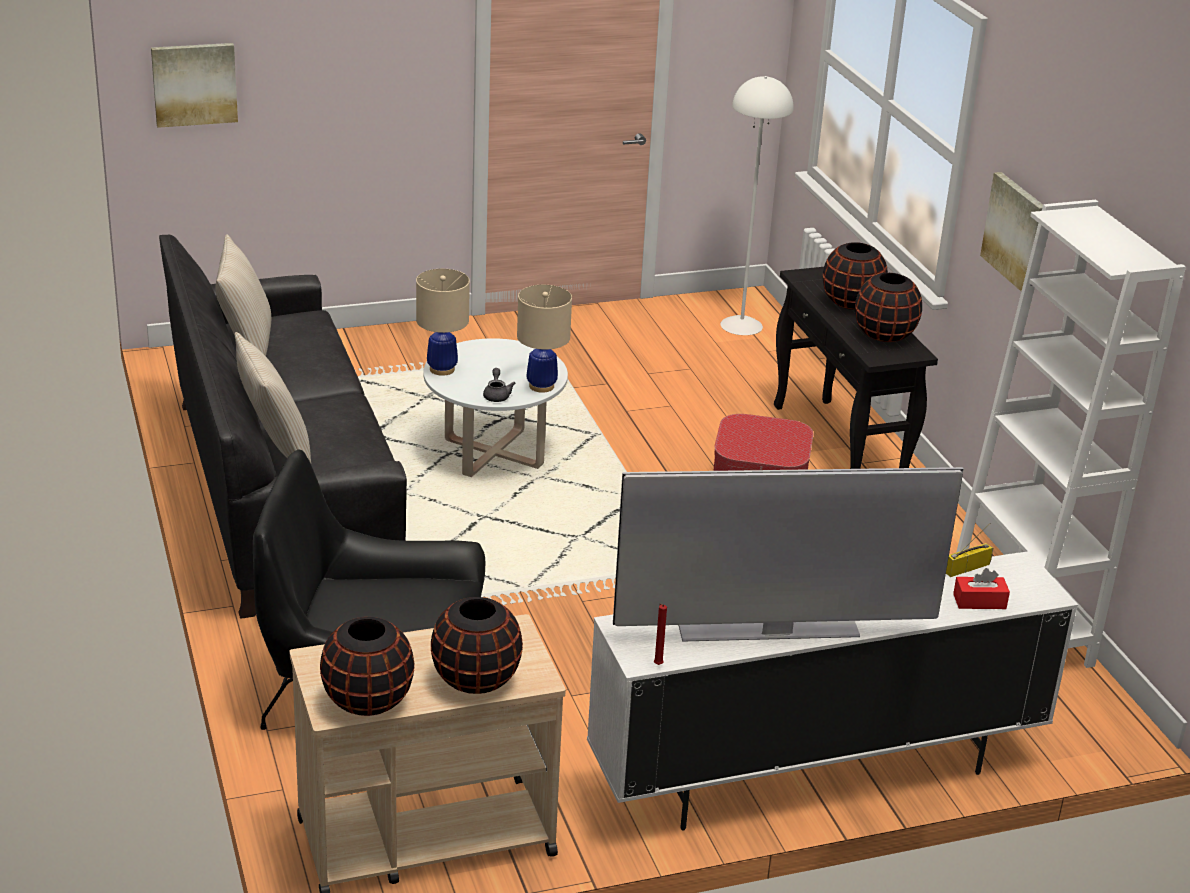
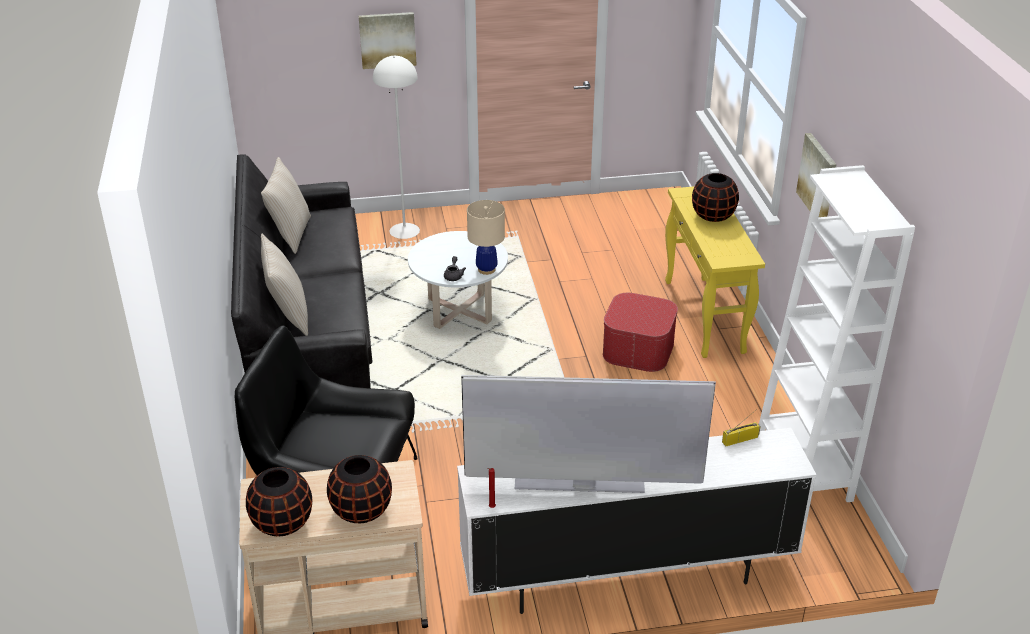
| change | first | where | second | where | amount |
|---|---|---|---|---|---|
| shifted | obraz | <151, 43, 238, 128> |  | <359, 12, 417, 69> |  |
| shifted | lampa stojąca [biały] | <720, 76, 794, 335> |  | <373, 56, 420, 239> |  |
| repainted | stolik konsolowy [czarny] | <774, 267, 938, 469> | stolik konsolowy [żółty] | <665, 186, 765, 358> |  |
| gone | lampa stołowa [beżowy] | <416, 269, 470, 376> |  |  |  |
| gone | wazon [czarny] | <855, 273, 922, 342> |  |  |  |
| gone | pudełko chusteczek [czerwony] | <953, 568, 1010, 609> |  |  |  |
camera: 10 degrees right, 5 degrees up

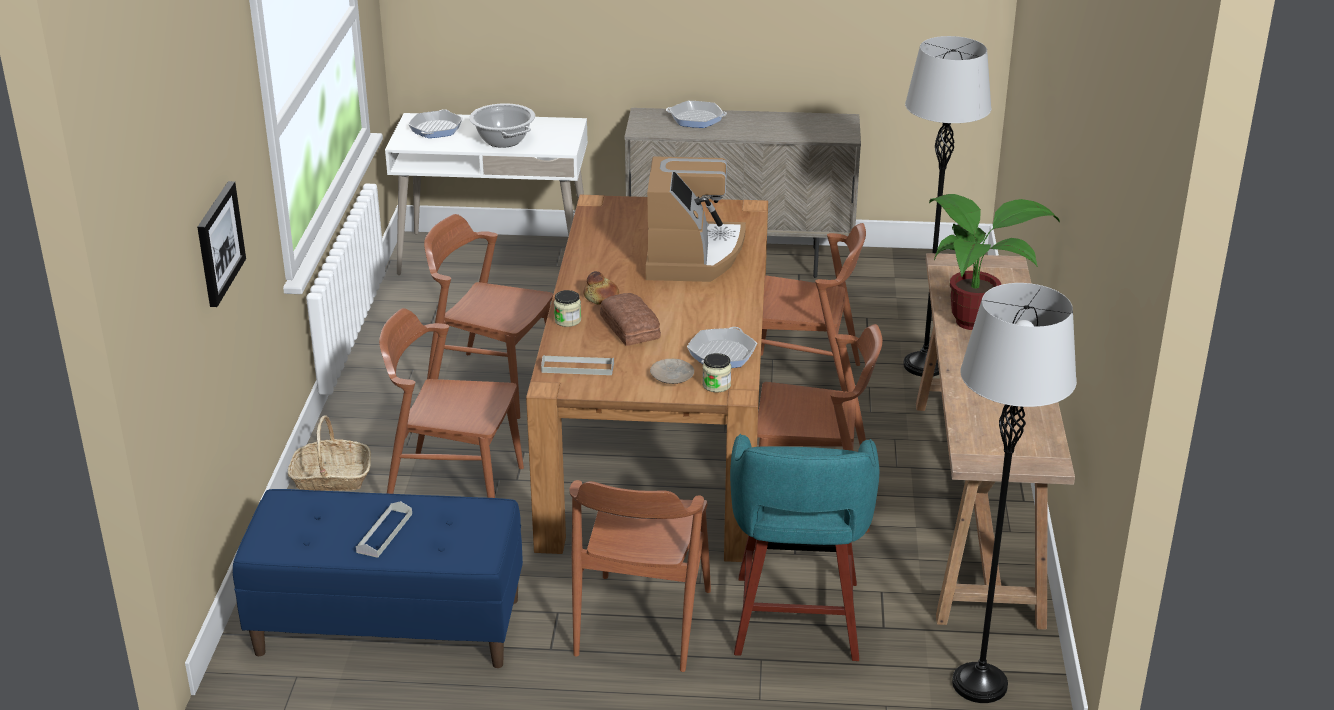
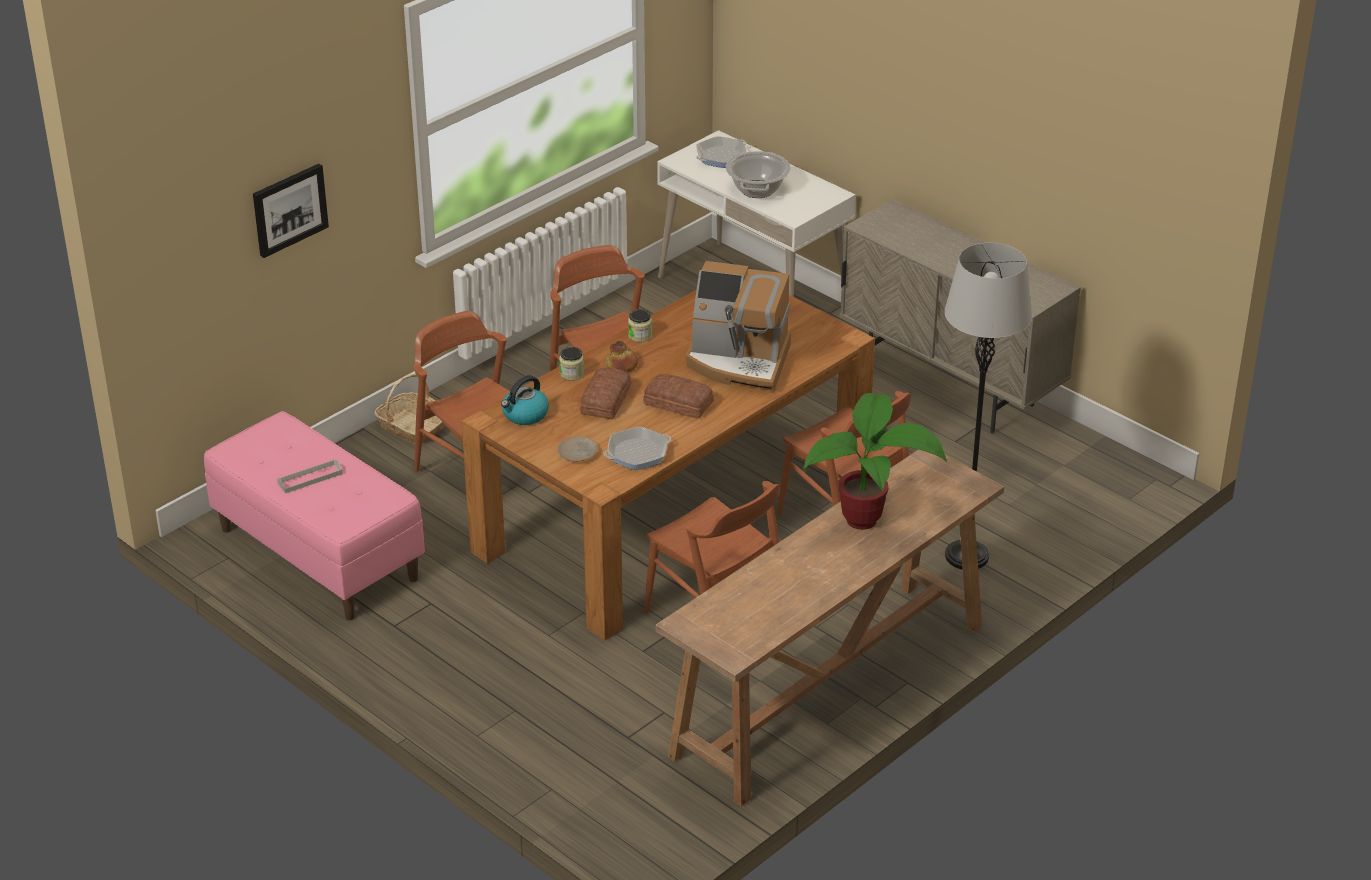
| change | first | where | second | where | amount |
|---|---|---|---|---|---|
| repainted | ławka [niebieski] | <233, 489, 523, 668> | ławka [różowy] | <204, 411, 425, 620> |  |
| swapped | taca [szary] | <541, 355, 614, 375> | czajnik | <501, 375, 549, 425> |  |
| shifted | słoik | <702, 353, 731, 392> |  | <628, 309, 652, 342> |  |
| new |  |  | chleb | <643, 374, 714, 419> |  |
| rotated | ekspres do kawy | <646, 156, 746, 282> |  | <686, 261, 791, 393> | 60 degrees clockwise |
| gone | krzesło [brązowy] | <569, 480, 711, 672> |  |  |  |
| gone | patelnia | <666, 101, 727, 128> |  |  |  |
| gone | stołek [turkusowy] | <730, 434, 879, 661> |  |  |  |
| gone | lampa stojąca [szary] | <952, 283, 1077, 703> |  |  |  |
camera: 40 degrees right, 5 degrees up

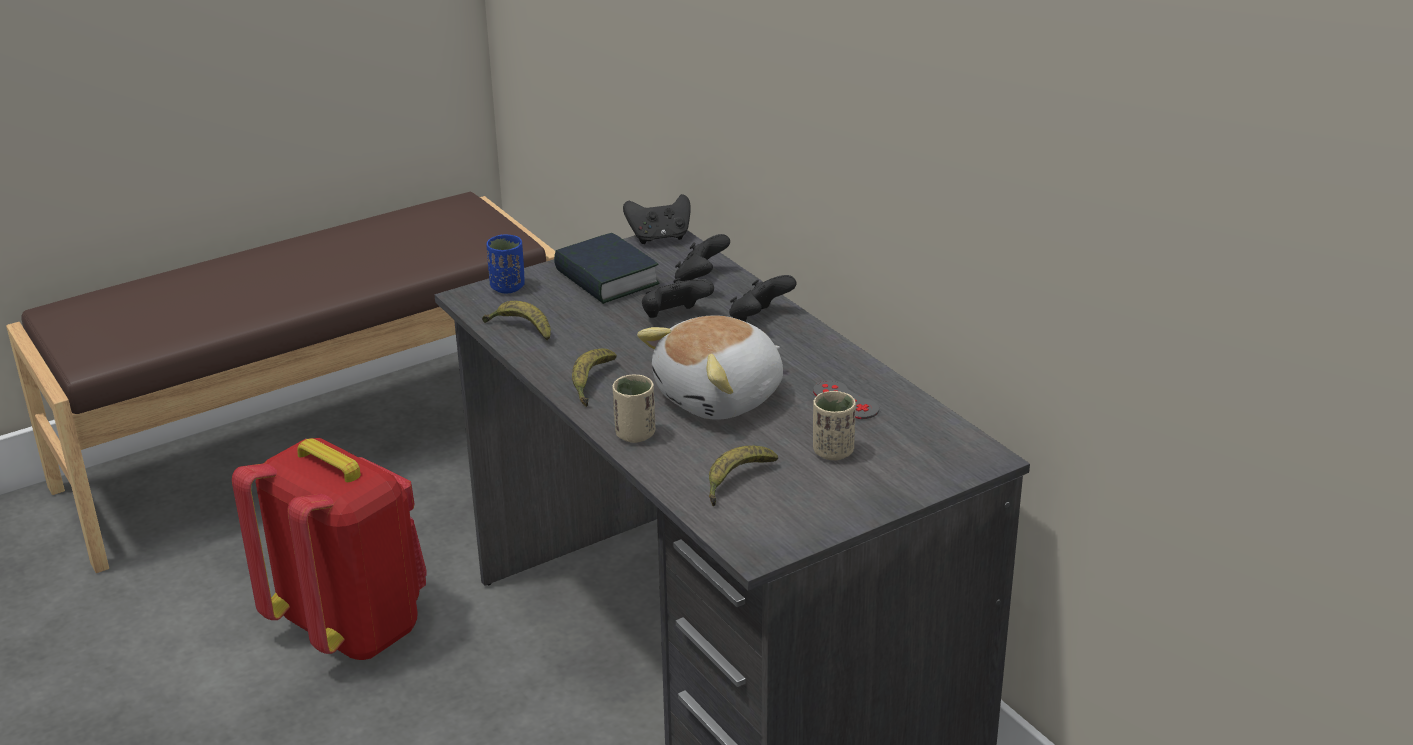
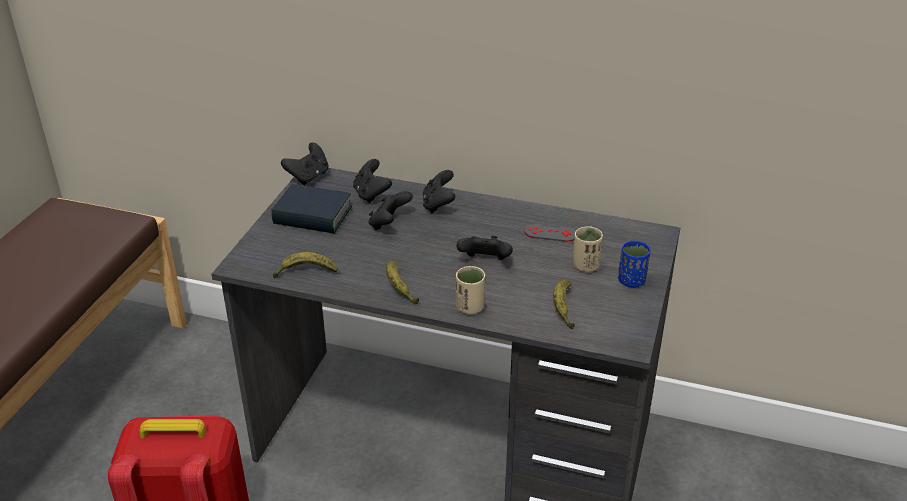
| change | first | where | second | where | amount |
|---|---|---|---|---|---|
| swapped | pluszak | <637, 315, 783, 420> | pad do gier [czarny] | <456, 236, 513, 260> |  |
| shifted | filiżanka [niebieski] | <486, 234, 525, 293> |  | <618, 241, 651, 288> |  |
camera: 40 degrees left, 5 degrees up

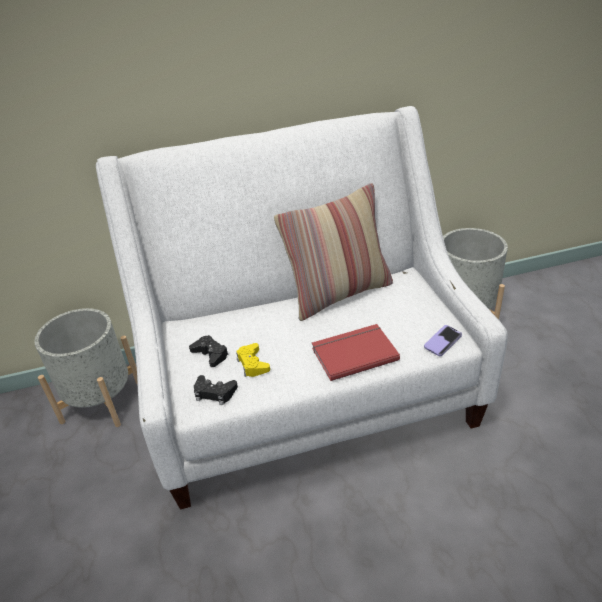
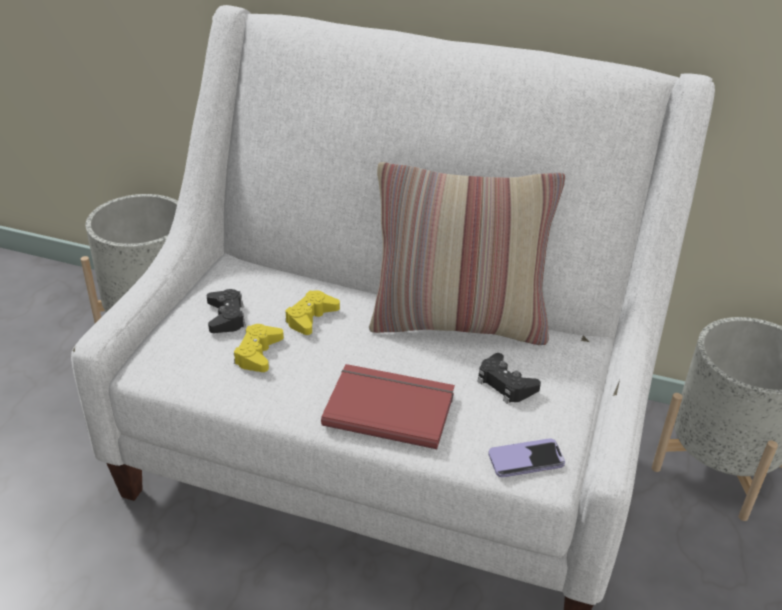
| change | first | where | second | where | amount |
|---|---|---|---|---|---|
| new |  |  | pad do gier [żółty] | <285, 290, 340, 335> |  |
| shifted | pad do gier [czarny] | <194, 375, 238, 405> |  | <477, 353, 541, 404> |  |
camera: 30 degrees right, 0 degrees up

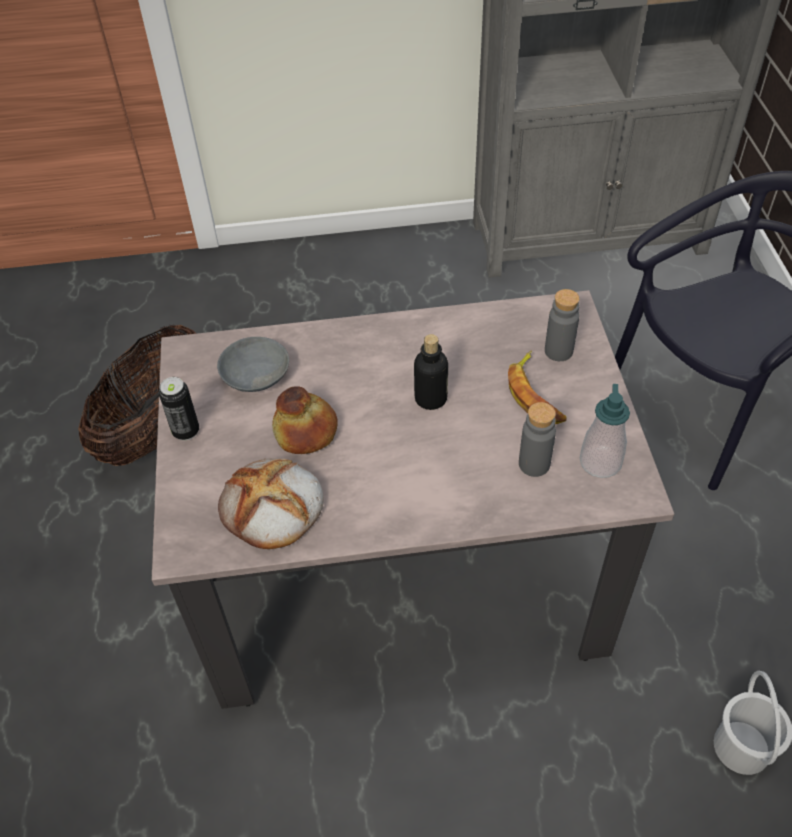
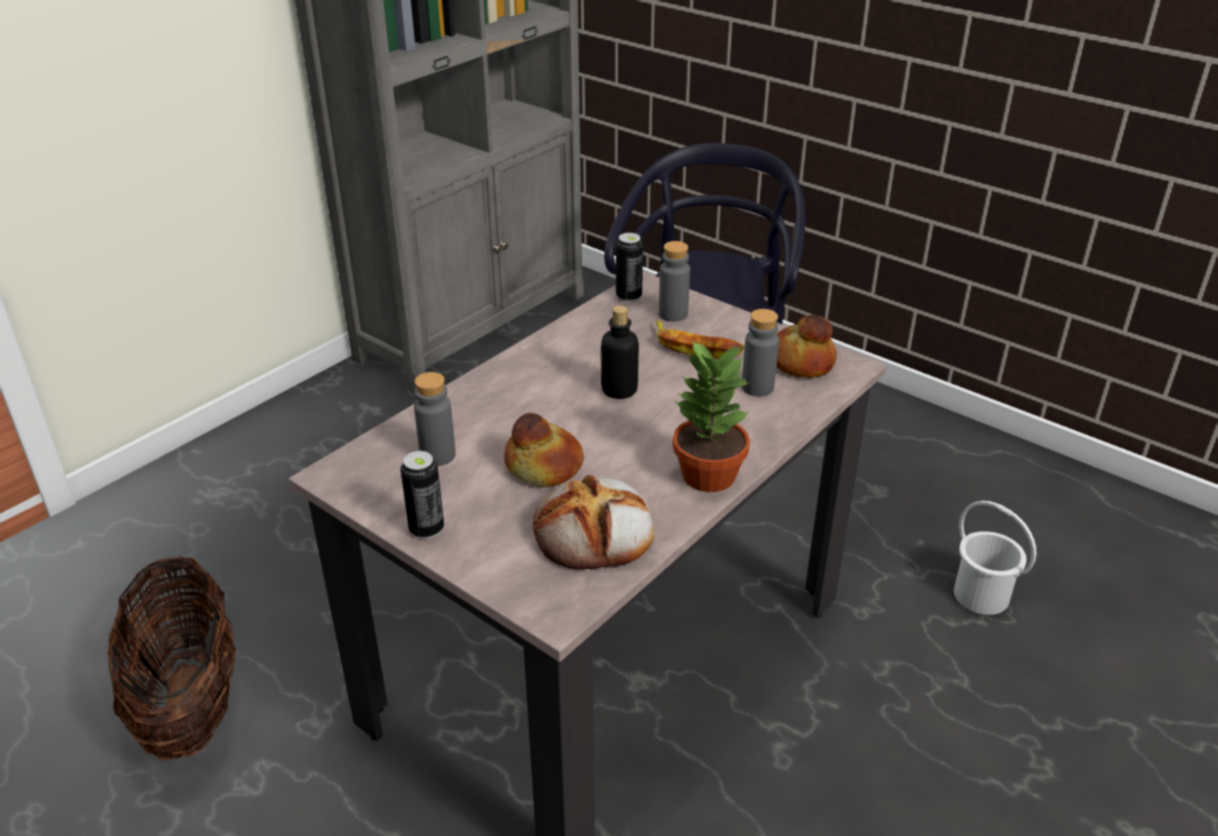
| change | first | where | second | where | amount |
|---|---|---|---|---|---|
| swapped | miska [szary] | <217, 337, 289, 392> | butelka [szary] | <414, 372, 455, 466> |  |
| new |  |  | puszka | <616, 233, 643, 302> |  |
| new |  |  | roślina doniczkowa | <673, 340, 750, 492> |  |
| swapped | dozownik mydła | <580, 384, 630, 478> | chleb | <776, 315, 837, 378> |  |
camera: 45 degrees left, 15 degrees down

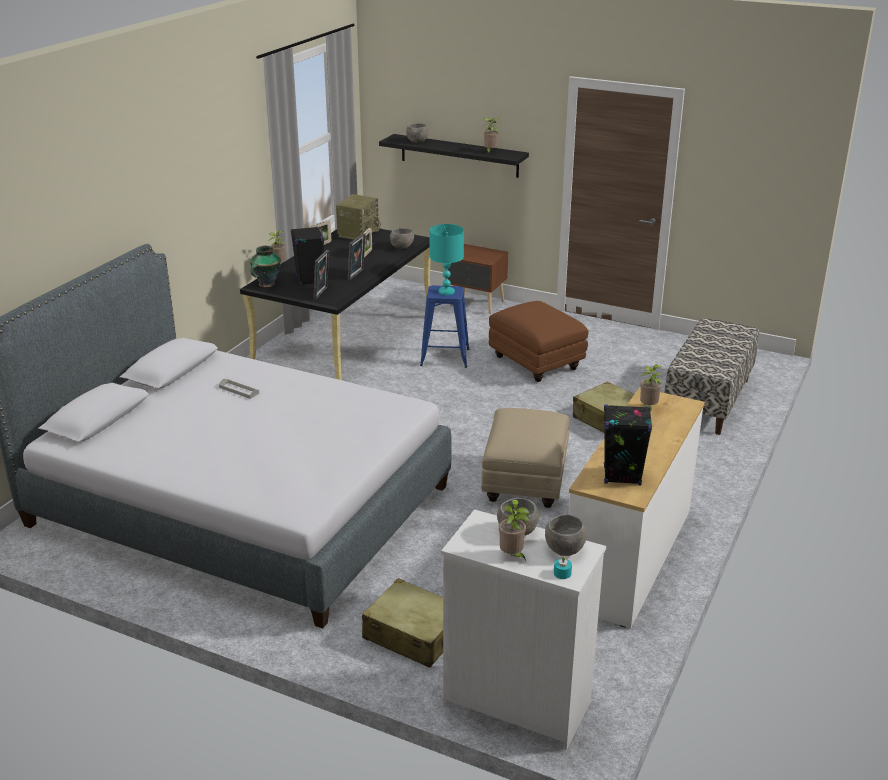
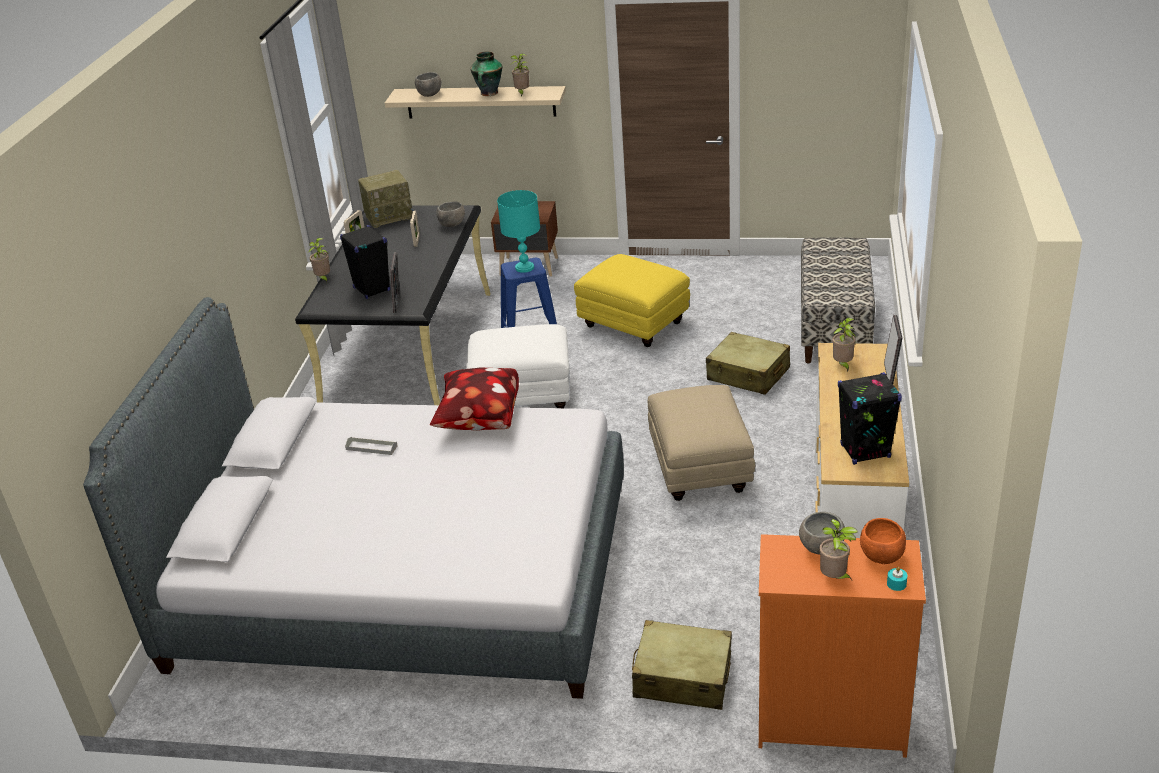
| change | first | where | second | where | amount |
|---|---|---|---|---|---|
| rotated | radio | <336, 194, 381, 240> |  | <358, 170, 414, 228> | 60 degrees clockwise |
| repainted | półka [czarny] | <379, 134, 529, 178> | półka [beżowy] | <385, 86, 566, 119> |  |
| new |  |  | poduszka | <430, 367, 519, 431> |  |
| new |  |  | pufa [biały] | <466, 324, 569, 408> |  |
| shifted | wazon | <250, 246, 281, 287> |  | <470, 51, 502, 96> |  |
| repainted | pufa [brązowy] | <489, 301, 588, 382> | pufa [żółty] | <574, 254, 690, 347> |  |
| repainted | komoda [biały] | <441, 509, 606, 750> | komoda [pomarańczowy] | <759, 534, 926, 758> |  |
| repainted | miska [szary] | <545, 514, 587, 556> | miska [pomarańczowy] | <860, 518, 906, 564> |  |
| shifted | ramka na zdjęcie | <348, 233, 366, 280> |  | <884, 315, 903, 384> |  |
camera: 15 degrees left, 5 degrees up

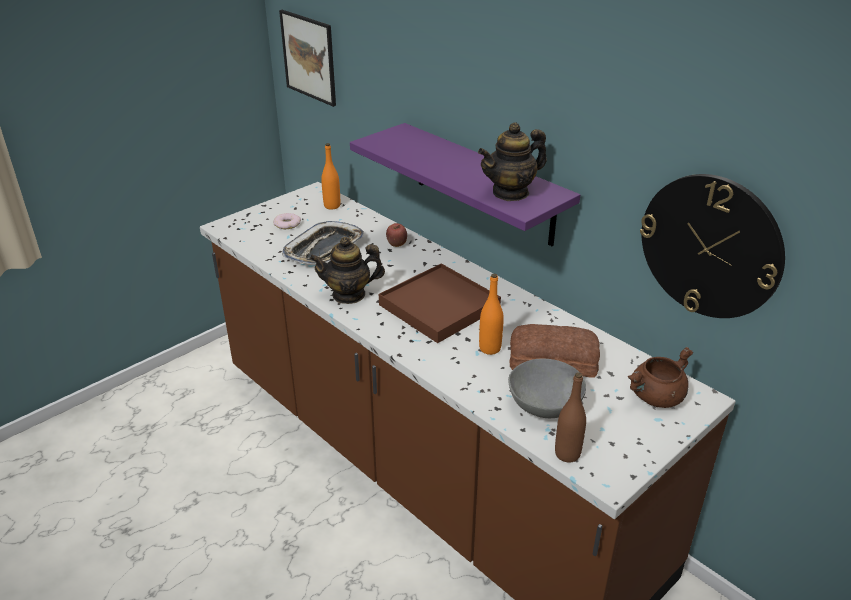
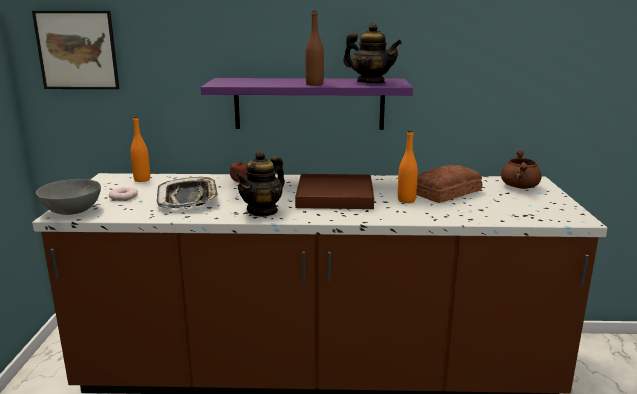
| change | first | where | second | where | amount |
|---|---|---|---|---|---|
| shifted | miska [szary] | <508, 359, 586, 418> |  | <36, 179, 101, 215> |  |
| shifted | butelka [brązowy] | <555, 372, 586, 462> |  | <305, 10, 324, 86> |  |
| rotated | imbryk | <478, 122, 547, 201> |  | <343, 23, 402, 83> | 75 degrees counterclockwise |
| gone | zegar ścienny | <640, 174, 785, 318> |  |  |  |
camera: 45 degrees left, 15 degrees down

